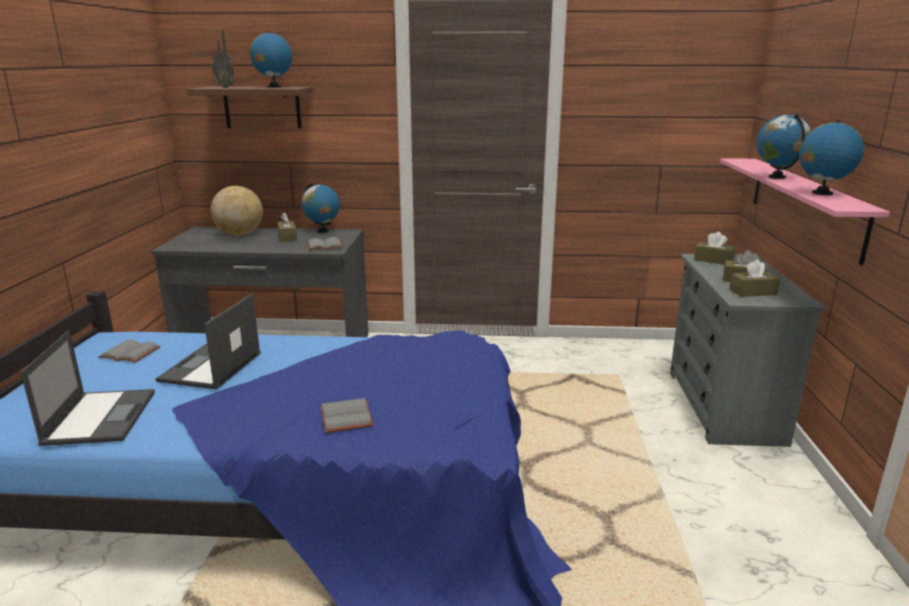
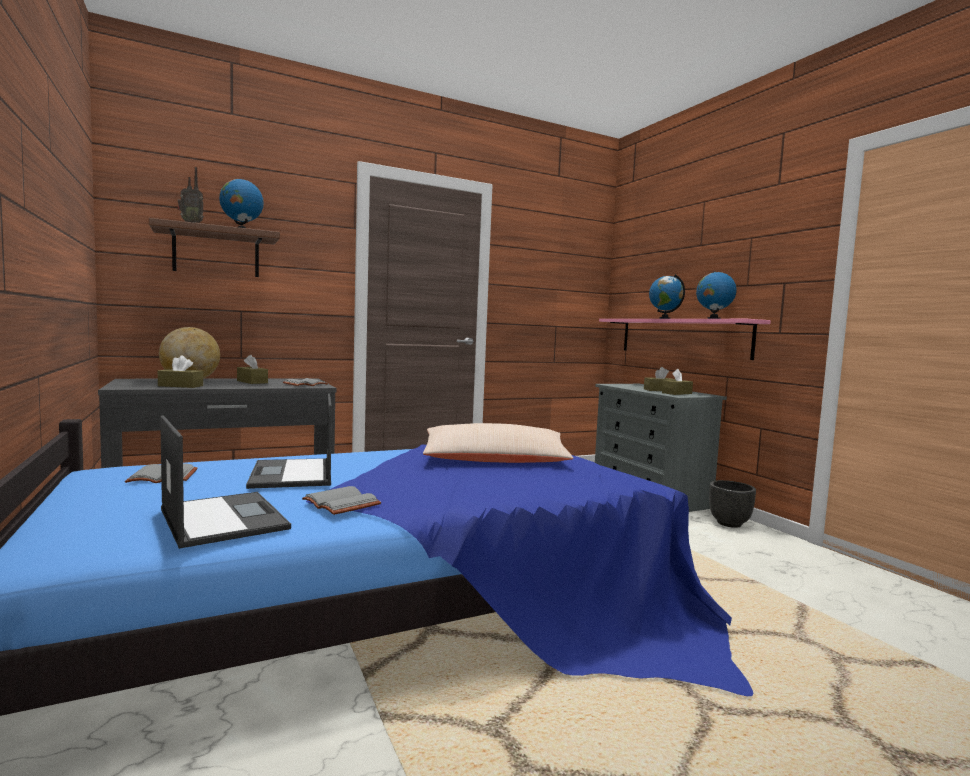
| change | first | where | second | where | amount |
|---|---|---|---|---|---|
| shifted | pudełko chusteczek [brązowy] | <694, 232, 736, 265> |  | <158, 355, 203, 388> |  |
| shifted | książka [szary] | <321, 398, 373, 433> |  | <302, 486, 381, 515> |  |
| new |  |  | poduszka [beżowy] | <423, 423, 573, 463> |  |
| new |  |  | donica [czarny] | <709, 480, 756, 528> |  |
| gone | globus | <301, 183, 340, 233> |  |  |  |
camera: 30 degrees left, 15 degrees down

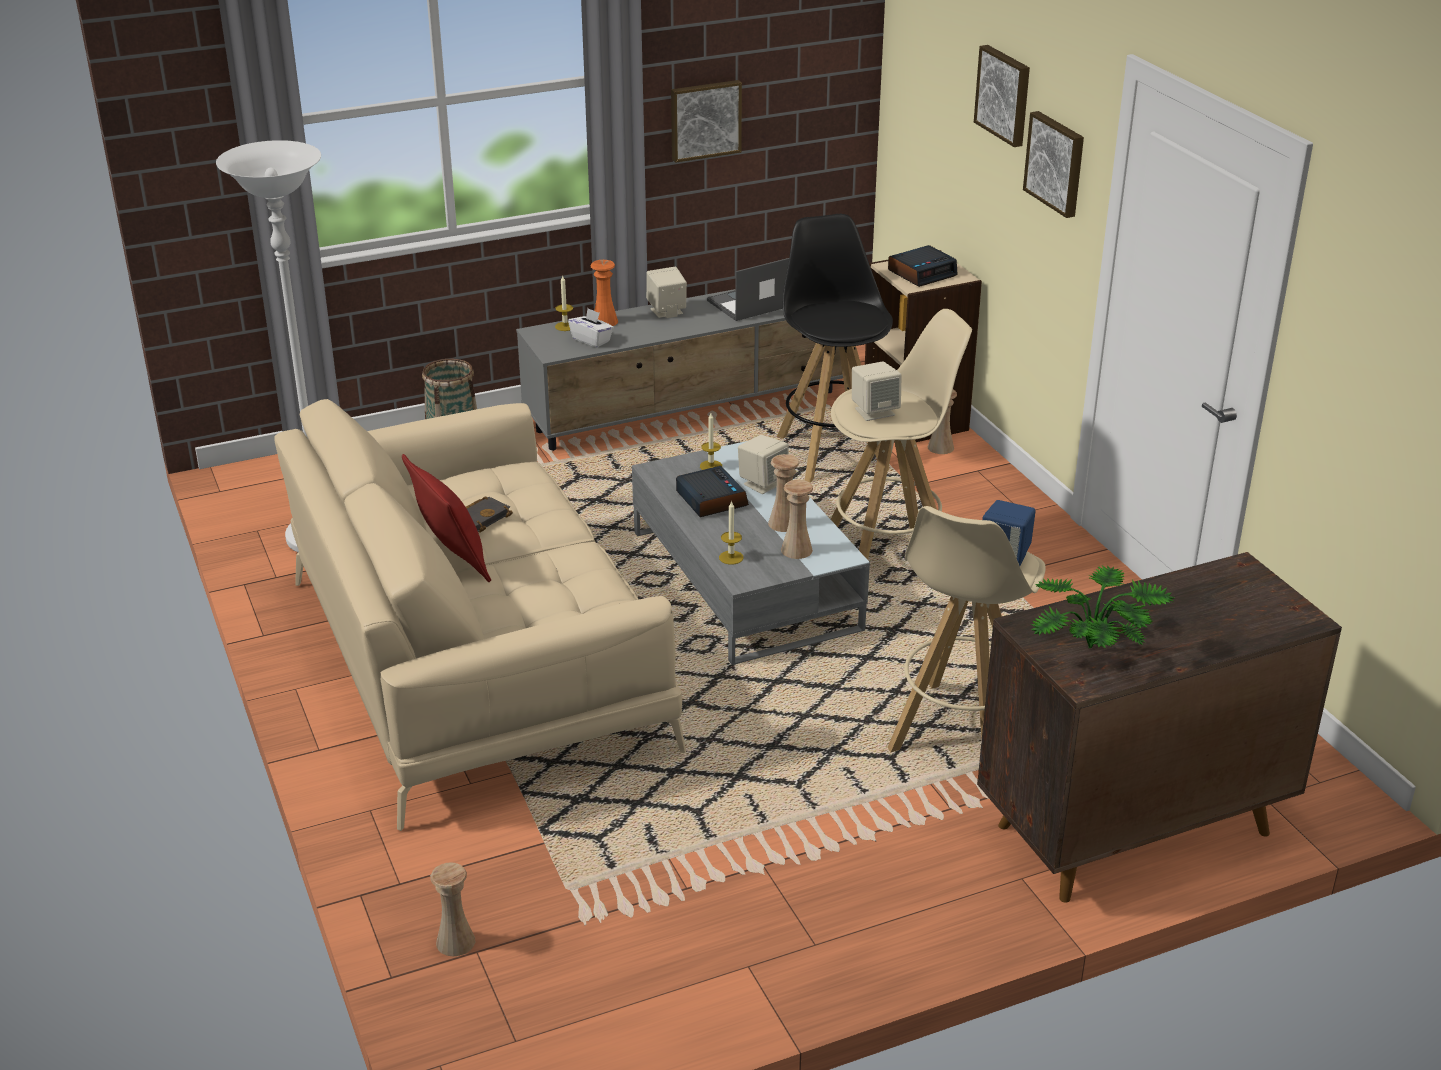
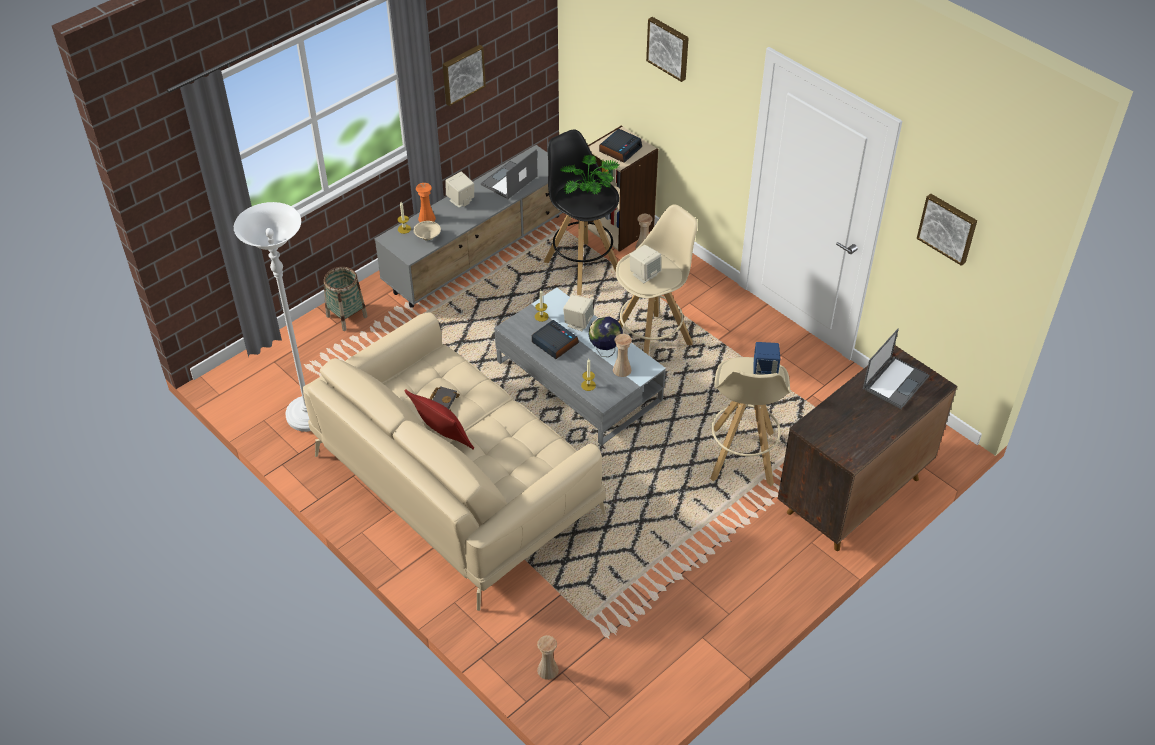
| change | first | where | second | where | amount |
|---|---|---|---|---|---|
| swapped | pudełko chusteczek [biały] | <568, 308, 614, 347> | miska [beżowy] | <413, 221, 441, 240> |  |
| shifted | roślina doniczkowa | <1031, 566, 1174, 648> |  | <561, 154, 620, 194> |  |
| swapped | wazon [beżowy] | <768, 454, 799, 532> | globus | <588, 316, 623, 357> |  |
| new |  |  | laptop | <863, 329, 929, 409> |  |
| shifted | obraz | <1023, 111, 1084, 218> |  | <917, 194, 977, 266> |  |
camera: 20 degrees left, 15 degrees up

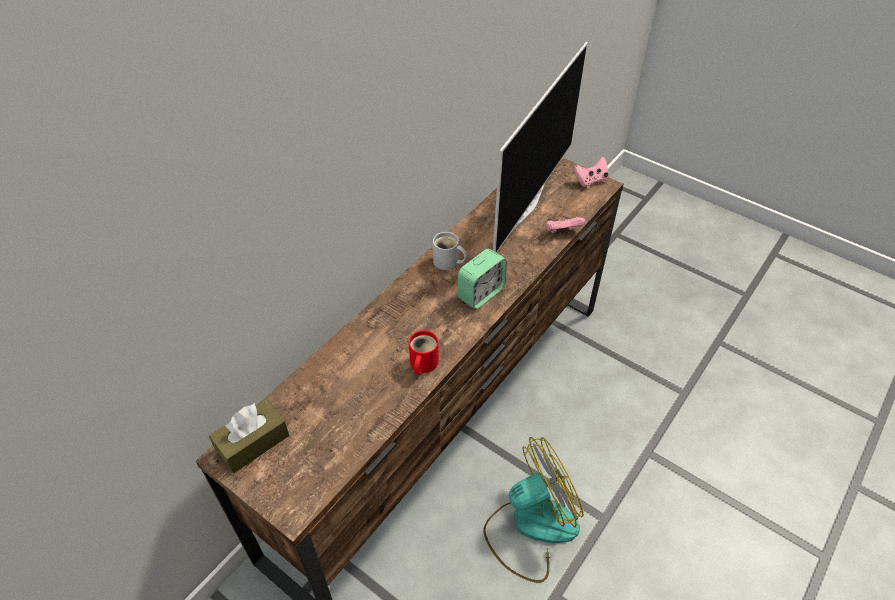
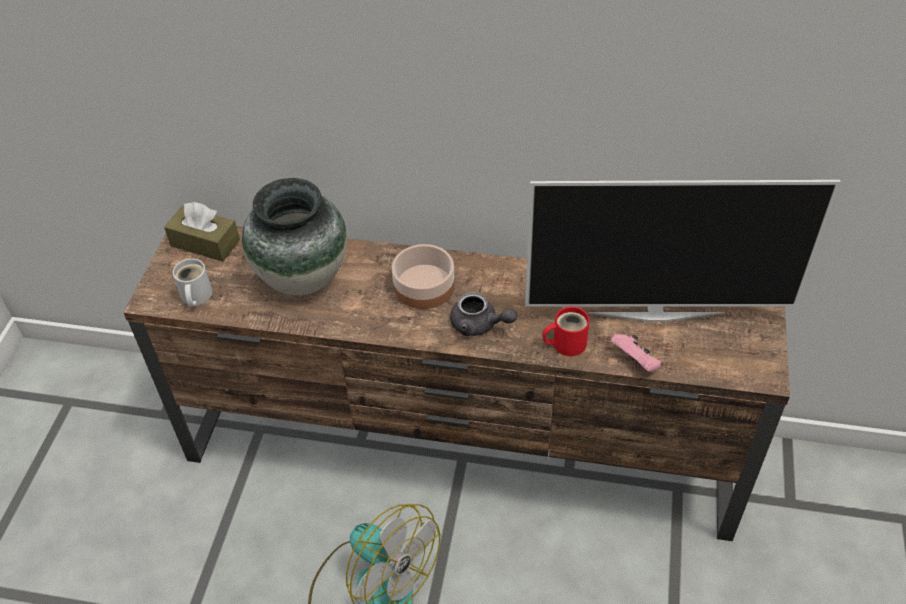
| change | first | where | second | where | amount |
|---|---|---|---|---|---|
| shifted | kubek [biały] | <433, 232, 467, 270> |  | <173, 259, 212, 307> |  |
| new |  |  | wazon | <242, 178, 347, 295> |  |
| new |  |  | miska | <392, 244, 455, 309> |  |
| swapped | budzik | <458, 249, 507, 309> | imbryk [szary] | <450, 292, 517, 336> |  |
| shifted | kubek [czerwony] | <409, 330, 439, 375> |  | <542, 307, 590, 356> |  |
| gone | pad do gier [różowy] | <573, 157, 608, 187> |  |  |  |
camera: 65 degrees right, 0 degrees up

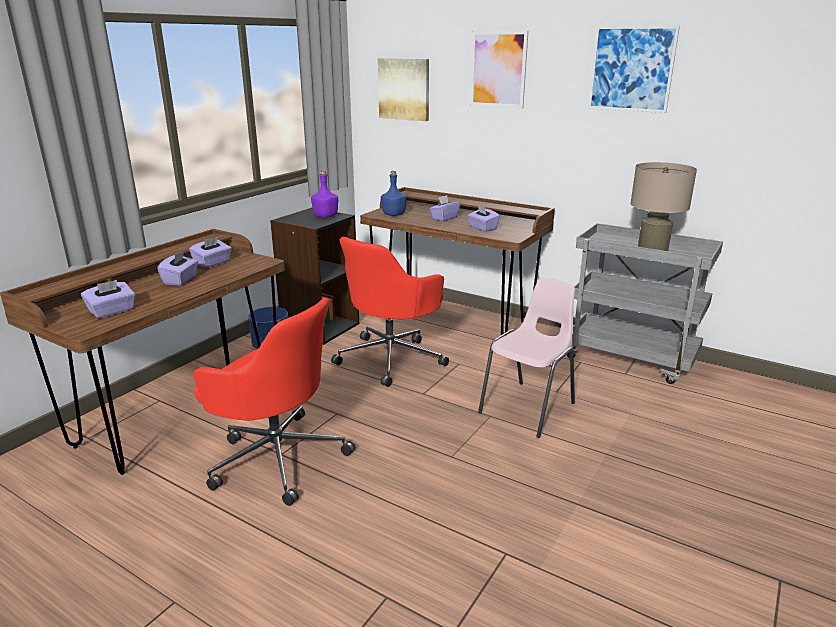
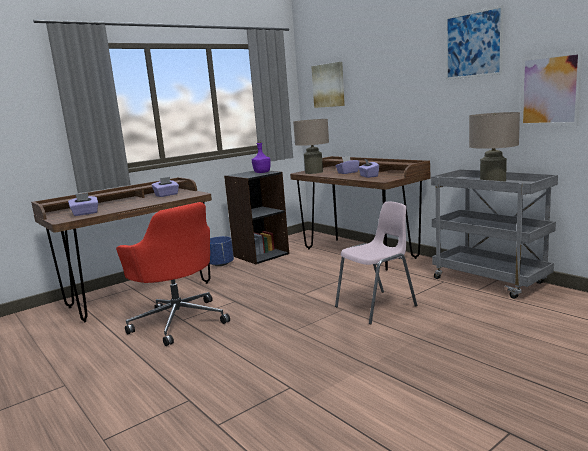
| change | first | where | second | where | amount |
|---|---|---|---|---|---|
| swapped | butelka [niebieski] | <381, 171, 407, 216> | lampa stołowa [beżowy] | <293, 119, 329, 174> |  |
| shifted | obraz | <470, 31, 528, 108> |  | <520, 51, 583, 126> |  |
| gone | pudełko chusteczek [fioletowy] | <157, 250, 198, 286> |  |  |  |
| gone | krzesło biurowe [czerwony] | <331, 236, 449, 387> |  |  |  |
camera: 20 degrees right, 10 degrees down

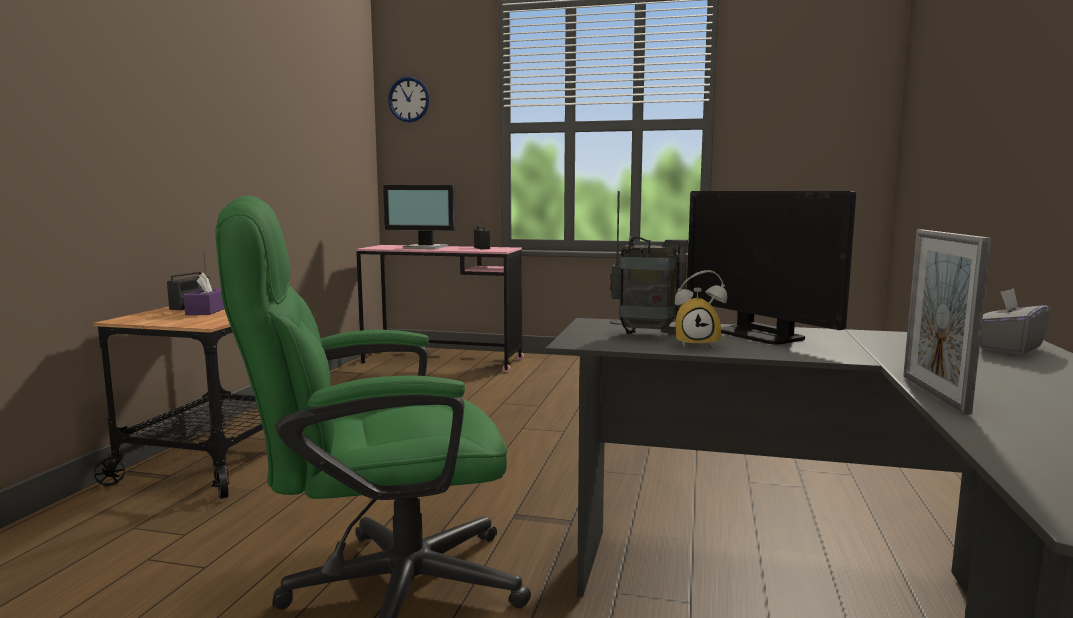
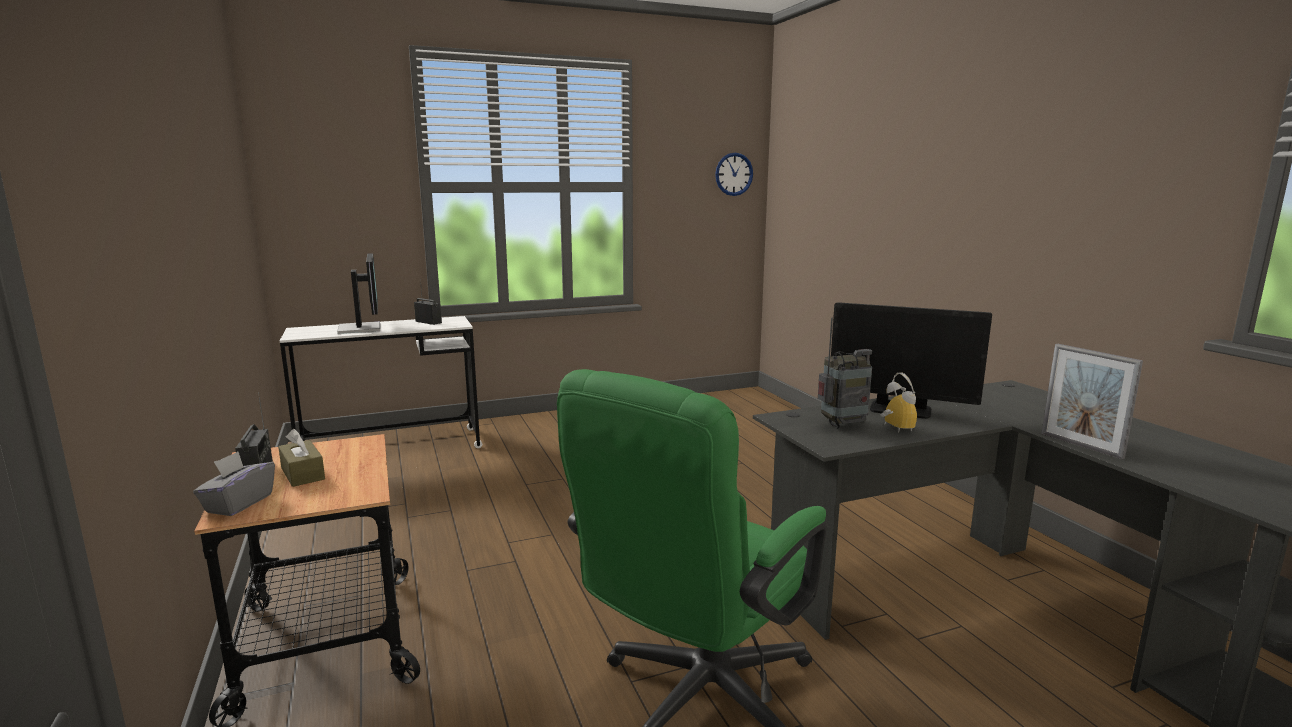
| change | first | where | second | where | amount |
|---|---|---|---|---|---|
| shifted | pudełko chusteczek [szary] | <980, 288, 1052, 355> |  | <193, 451, 275, 516> |  |
| repainted | pudełko chusteczek [fioletowy] | <184, 273, 225, 315> | pudełko chusteczek [brązowy] | <278, 429, 325, 487> |  |
| repainted | biurko [różowy] | <356, 245, 524, 372> | biurko [biały] | <280, 316, 482, 448> |  |
| rotated | monitor | <383, 185, 455, 249> |  | <337, 253, 380, 334> | 90 degrees counterclockwise |
| shifted | zegar ścienny | <388, 77, 430, 122> |  | <715, 153, 753, 196> |  |
| rotated | budzik | <675, 270, 727, 348> |  | <881, 373, 917, 432> | 75 degrees counterclockwise |
camera: 35 degrees left, 5 degrees up

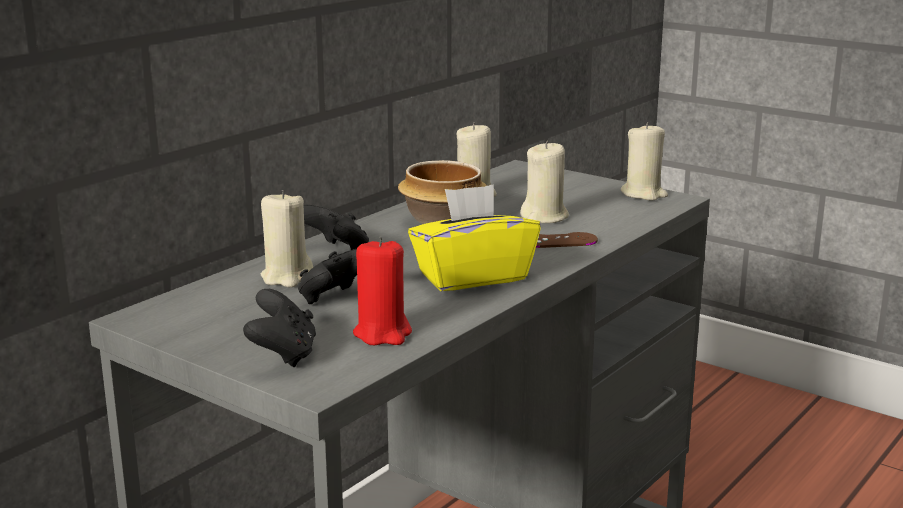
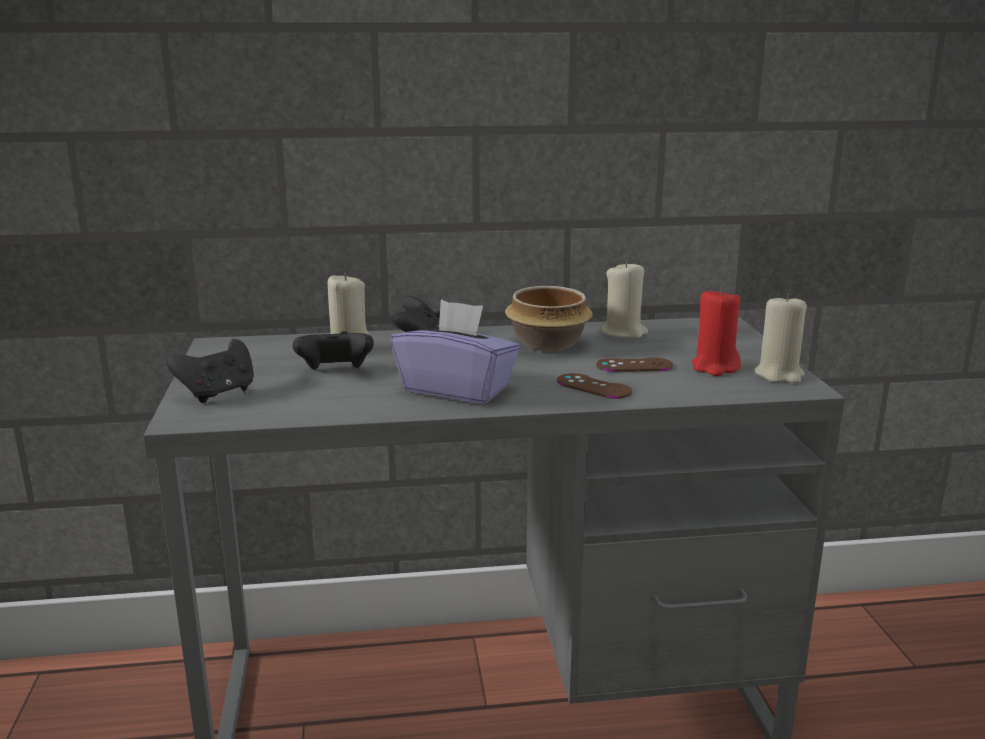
| change | first | where | second | where | amount |
|---|---|---|---|---|---|
| repainted | pudełko chusteczek [żółty] | <408, 184, 541, 291> | pudełko chusteczek [fioletowy] | <391, 300, 520, 404> |  |
| swapped | świeca [beżowy] | <520, 141, 569, 223> | pad do gier [brązowy] | <596, 357, 673, 372> |  |
| shifted | świeca [czerwony] | <353, 237, 412, 345> |  | <692, 288, 741, 376> |  |
camera: 45 degrees right, 0 degrees up

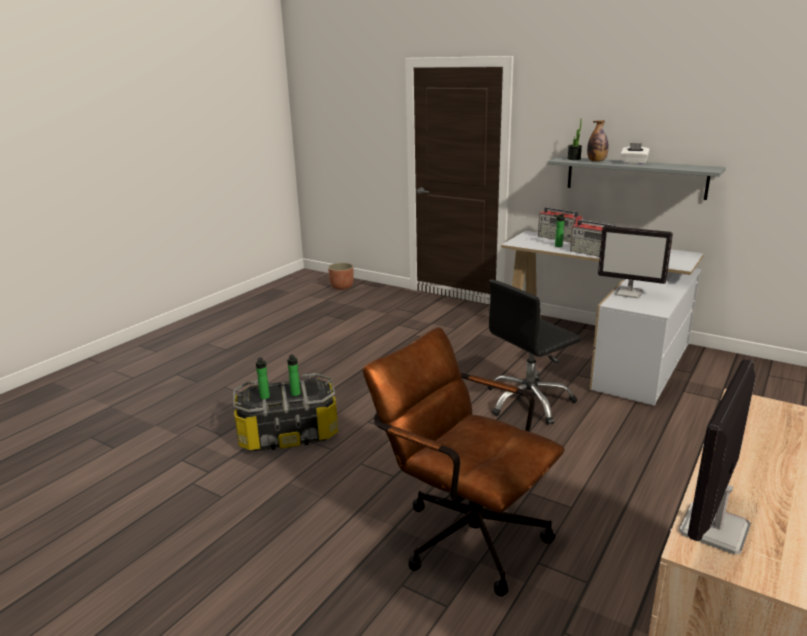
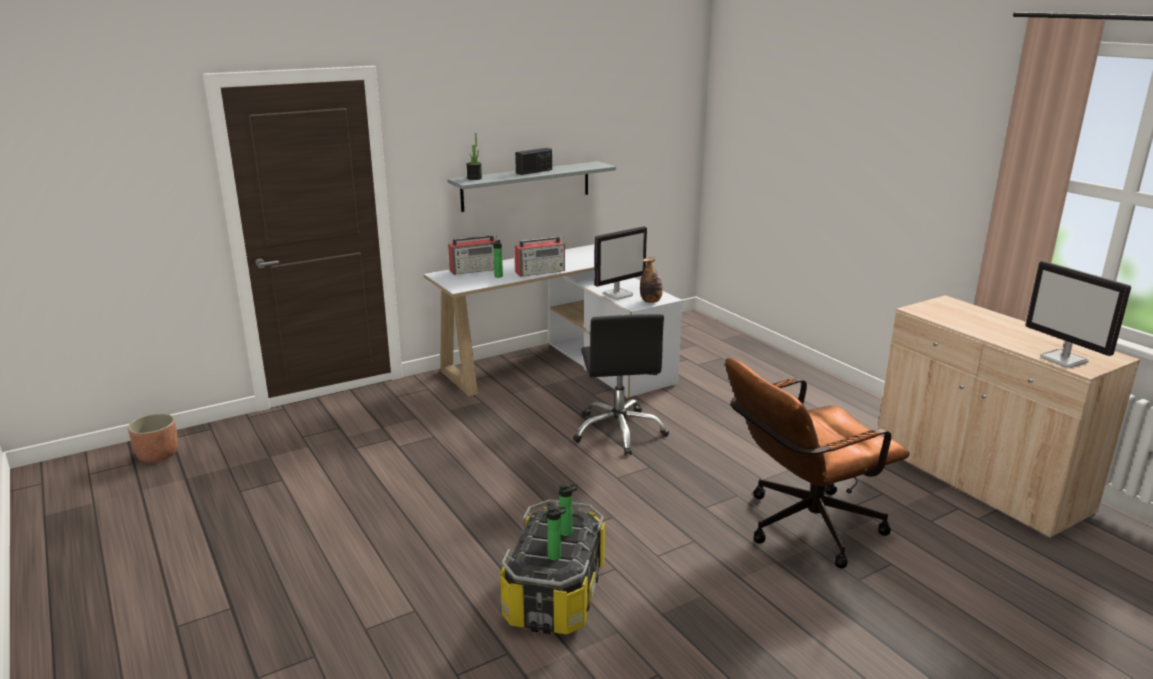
| change | first | where | second | where | amount |
|---|---|---|---|---|---|
| swapped | pudełko chusteczek [biały] | <621, 143, 650, 165> | radio | <515, 148, 552, 175> |  |
| shifted | butelka | <587, 120, 609, 162> |  | <640, 257, 663, 303> |  |
camera: 65 degrees left, 0 degrees up

